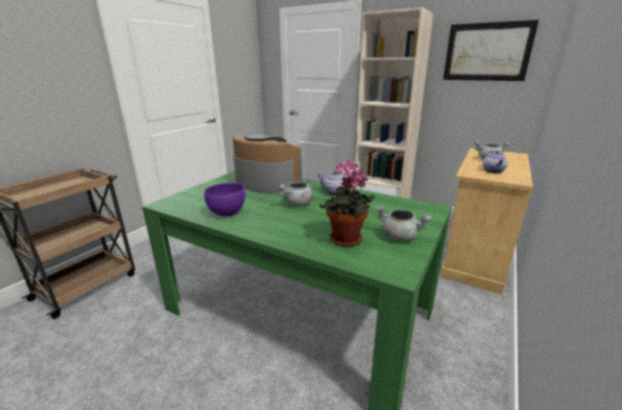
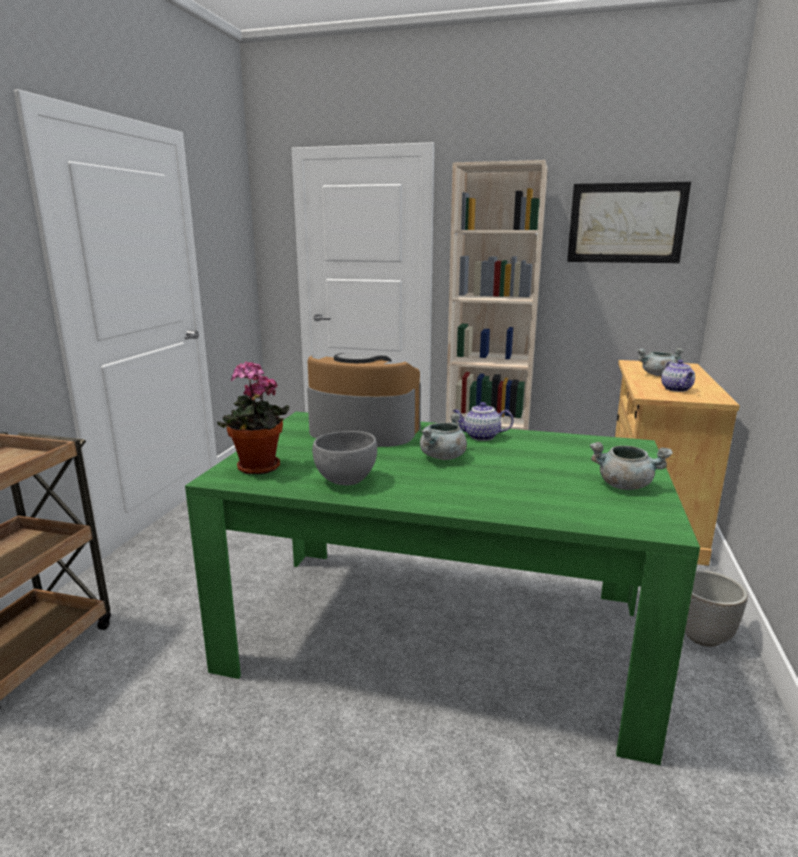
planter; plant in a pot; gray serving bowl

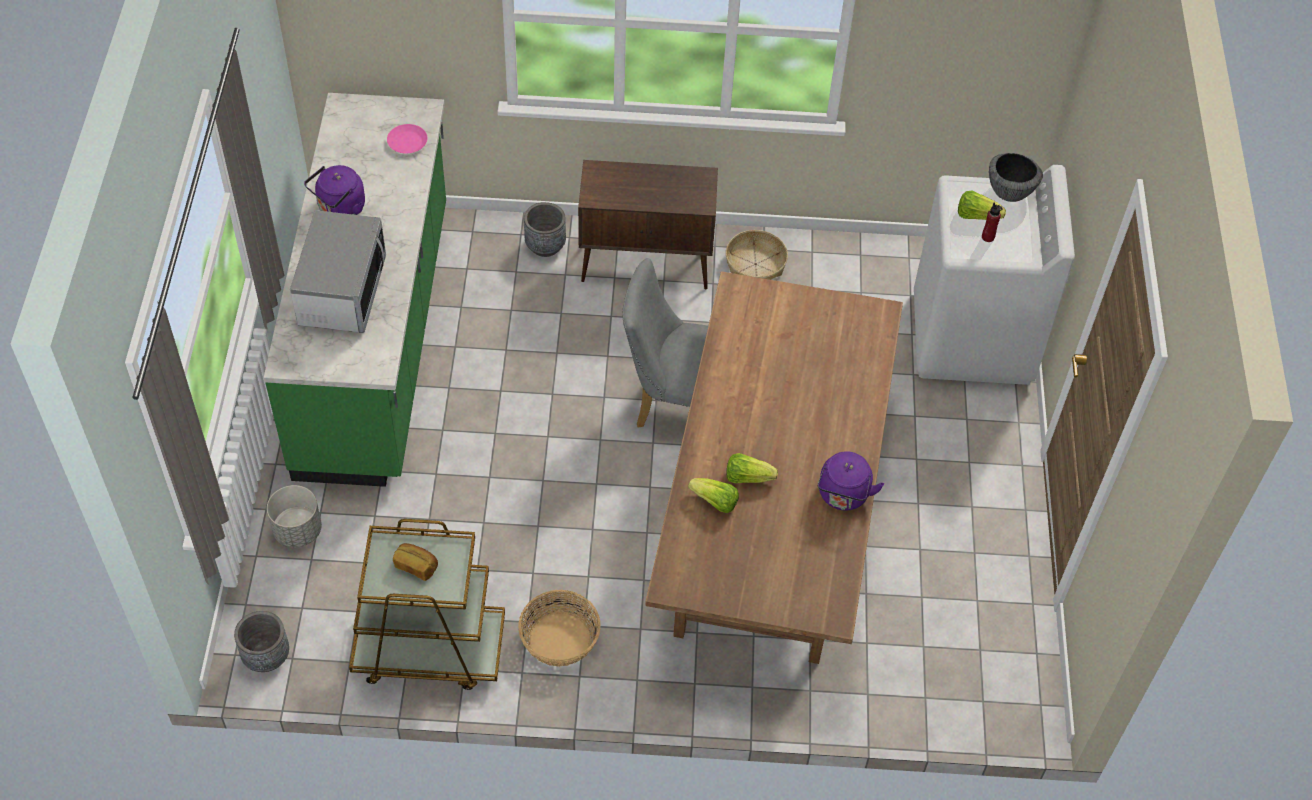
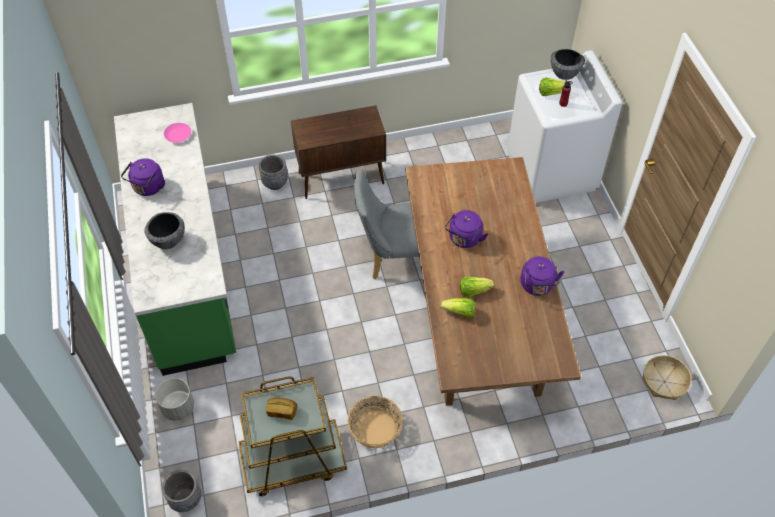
purple kettle (no. 2 from left); basket (no. 2 from left); serving bowl (no. 1 from left)

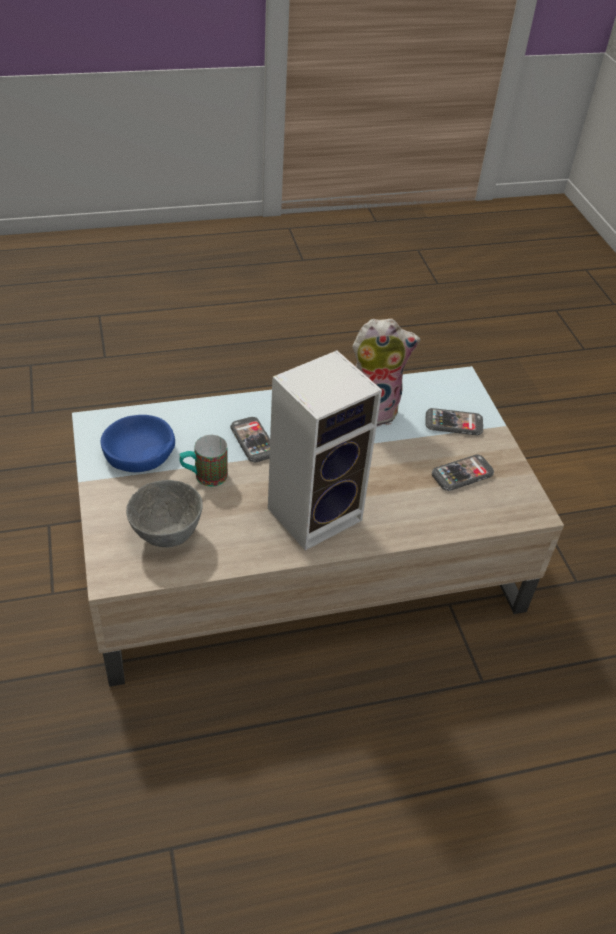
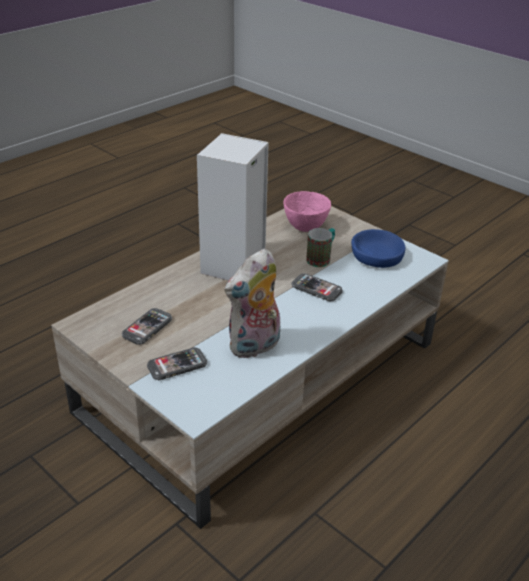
pink serving bowl

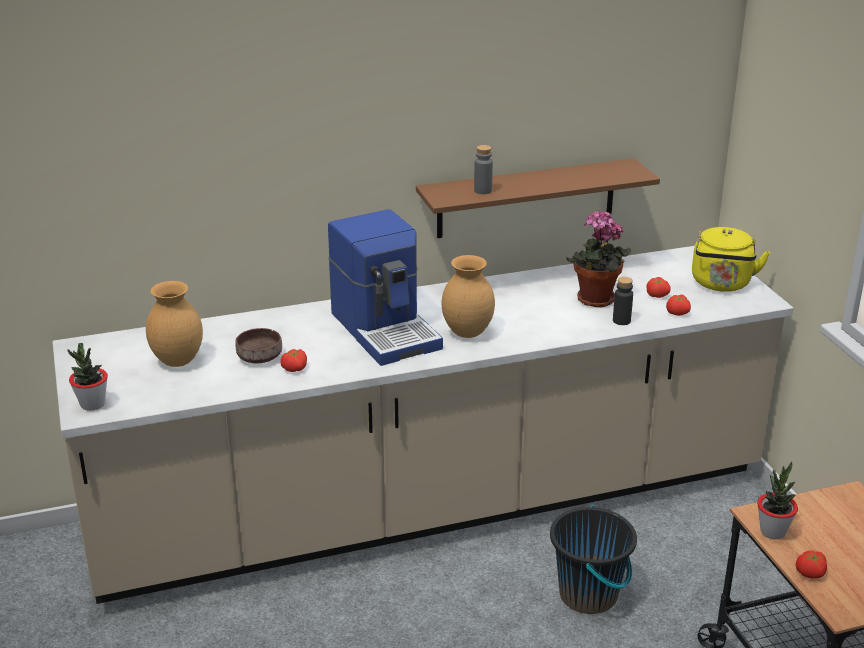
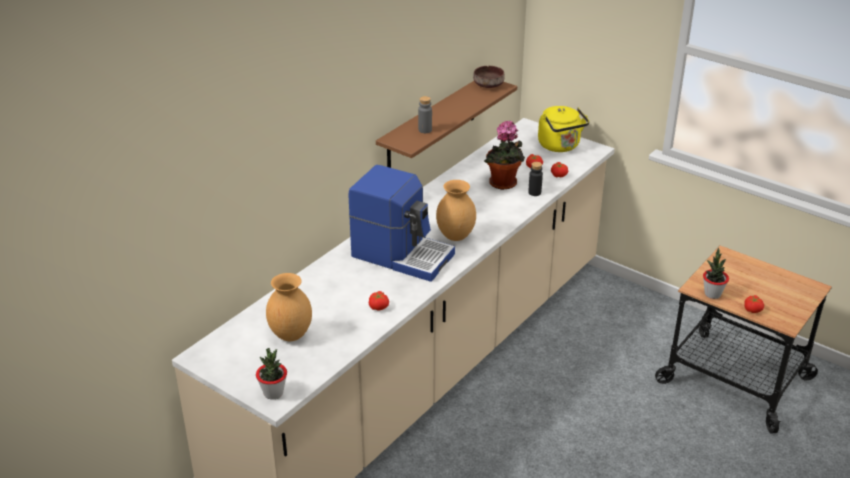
blackish water bucket; brown serving bowl

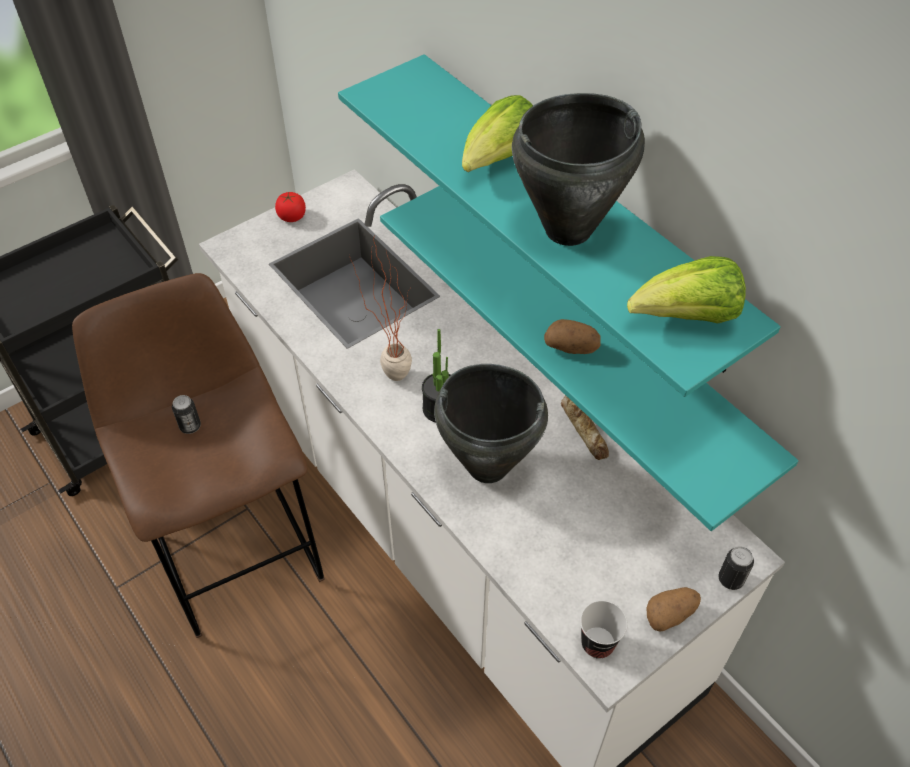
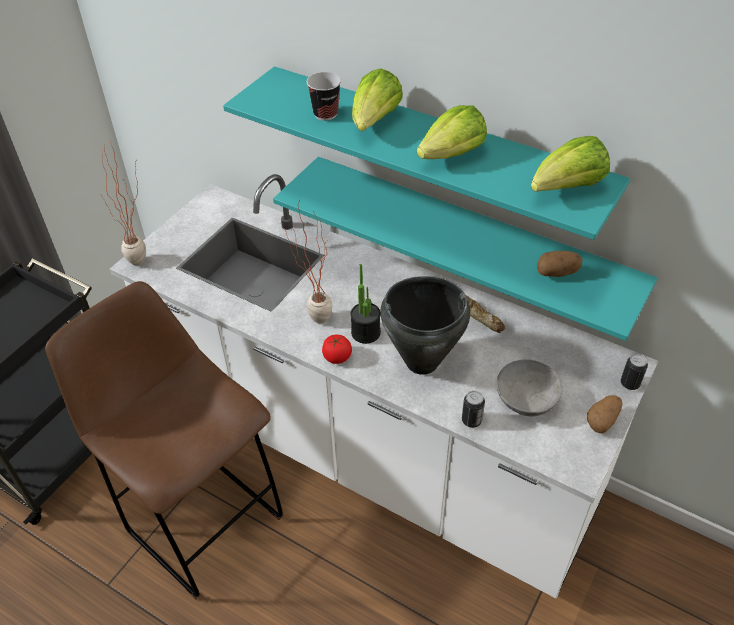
plant in a pot (no. 1 from left); gray serving bowl; sealed can (no. 1 from left); tomato; spud (no. 1 from left); cup; head of lettuce (no. 2 from left)

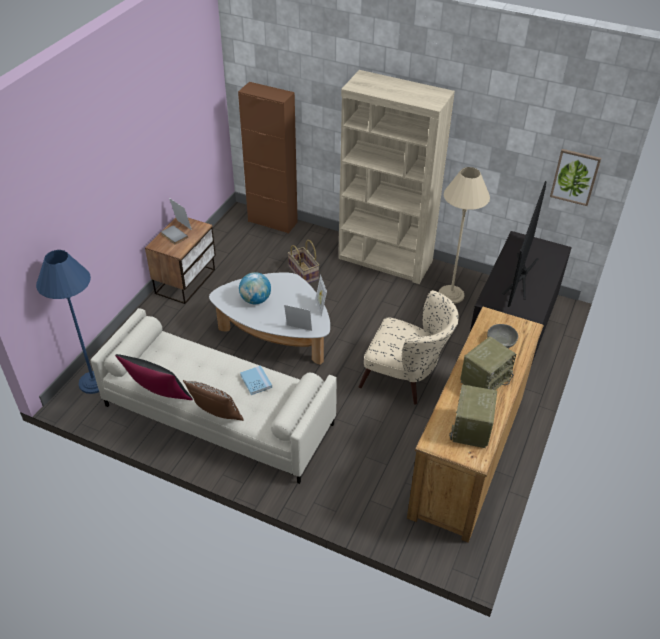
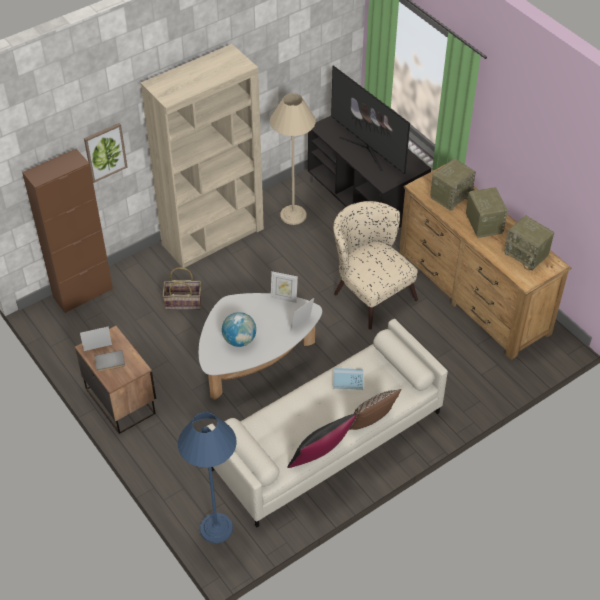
wall art; radio (no. 1 from left); beige-coloured armchair

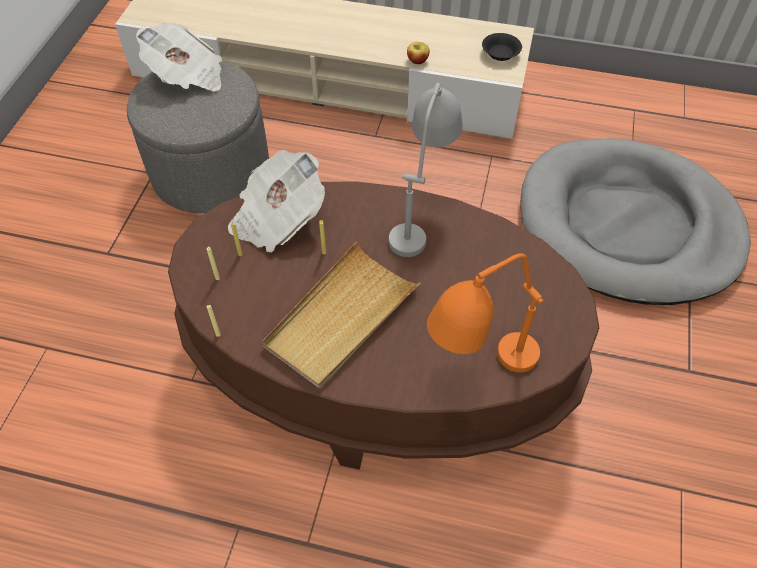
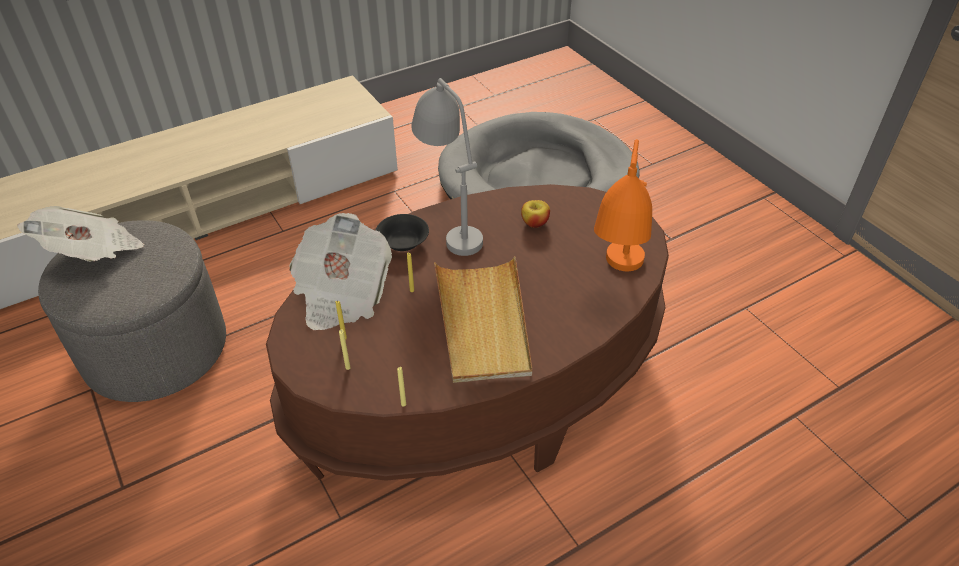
whole apple; blackish serving bowl

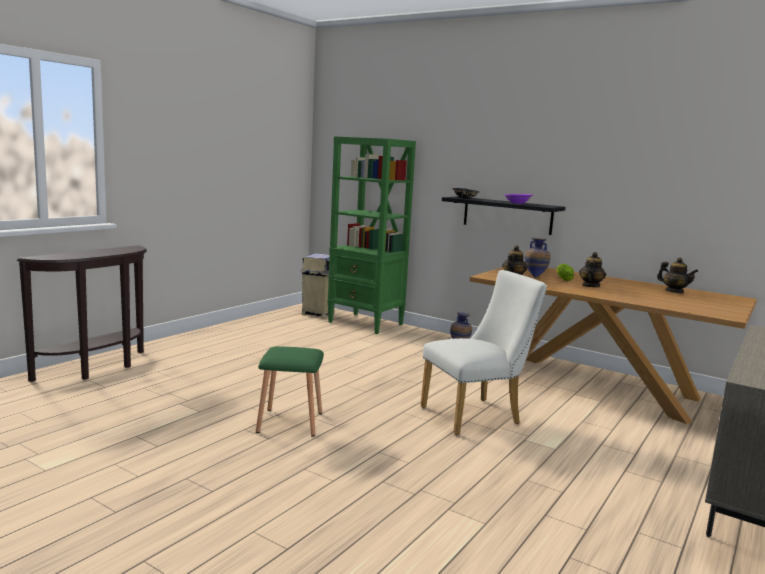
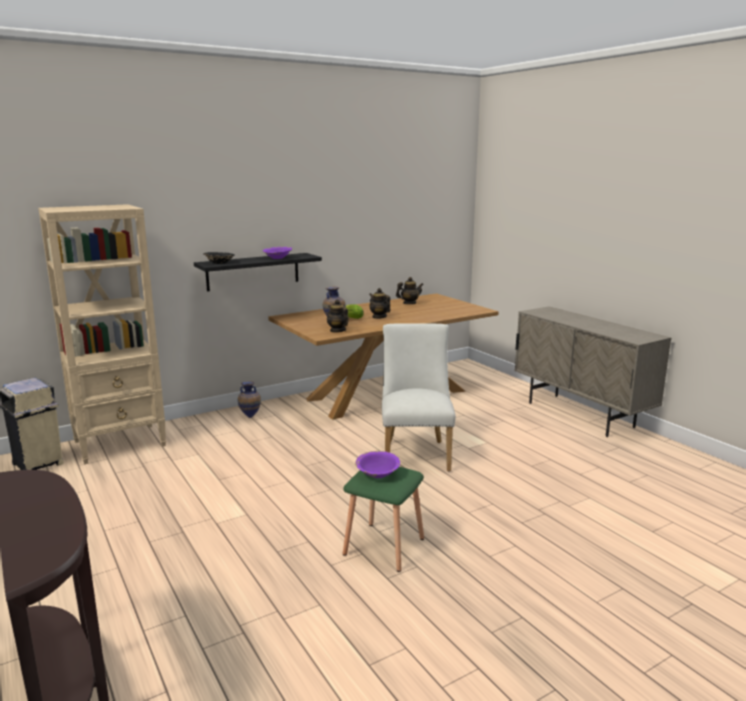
purple serving bowl (no. 2 from left); beige-coloured bookshelf

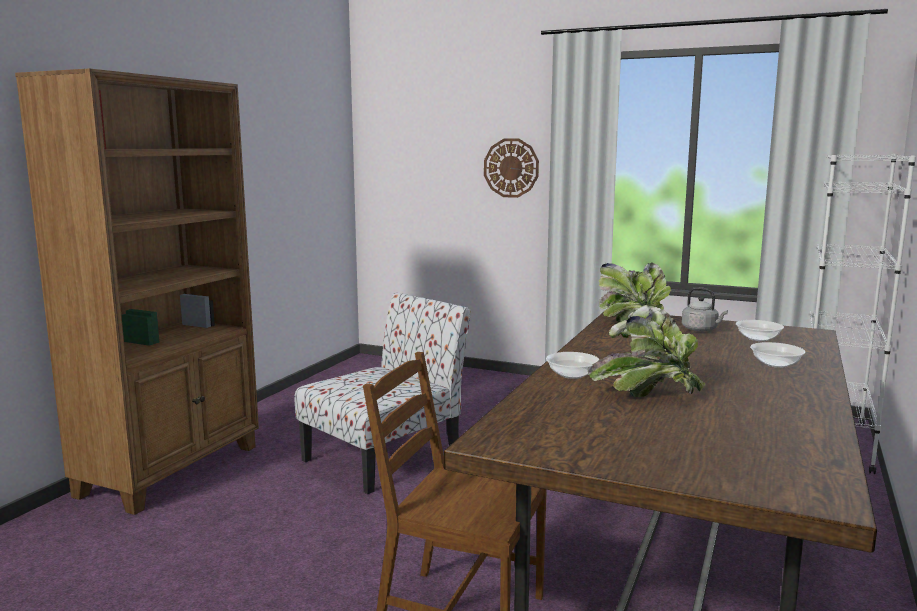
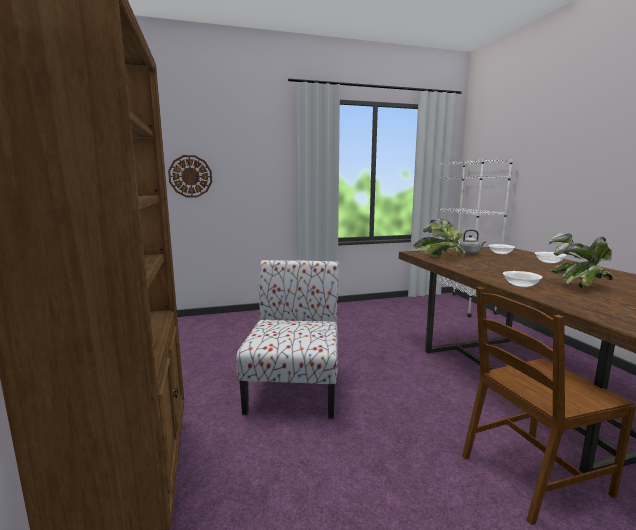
clock on the wall

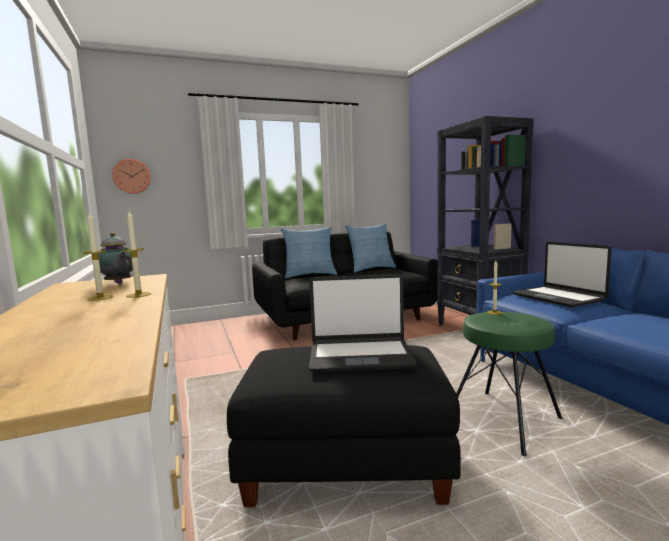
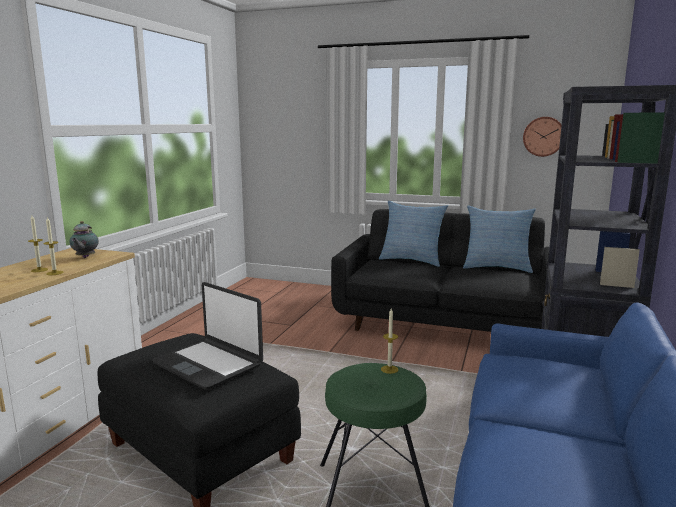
notebook computer (no. 2 from left in the first image); clock on the wall

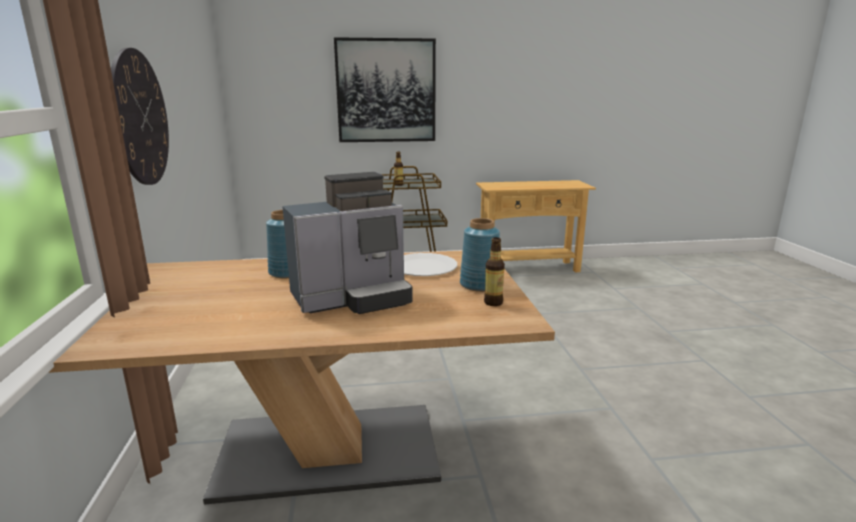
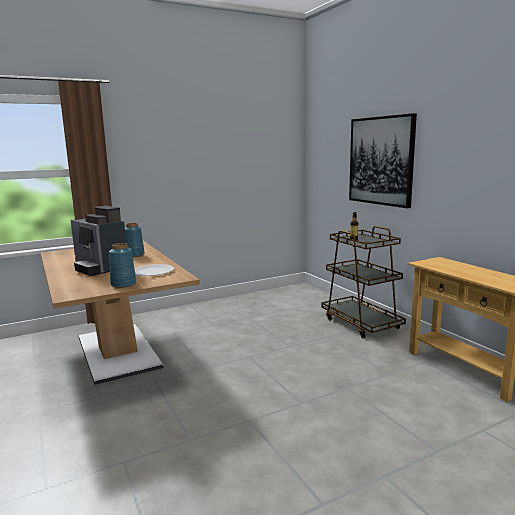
clock on the wall; bottle (no. 2 from left in the first image)

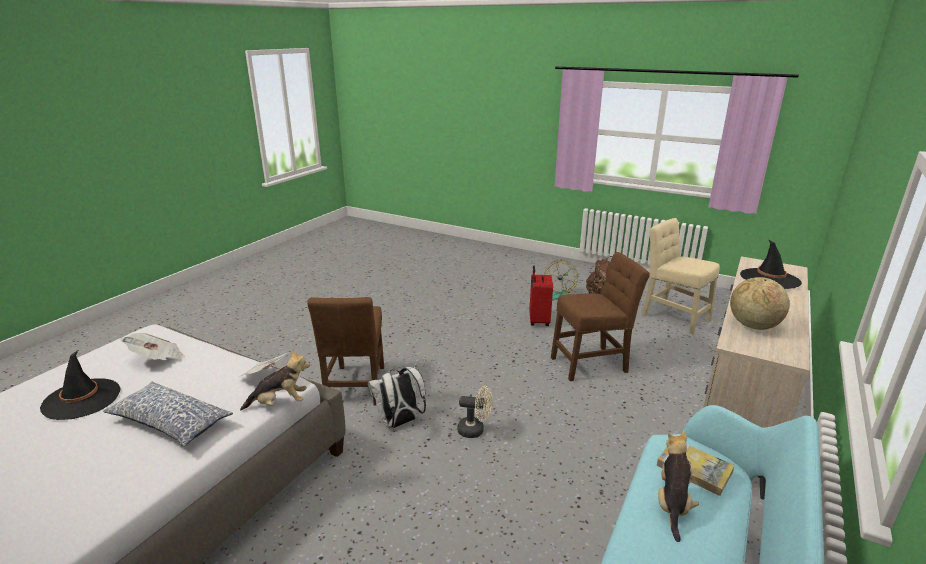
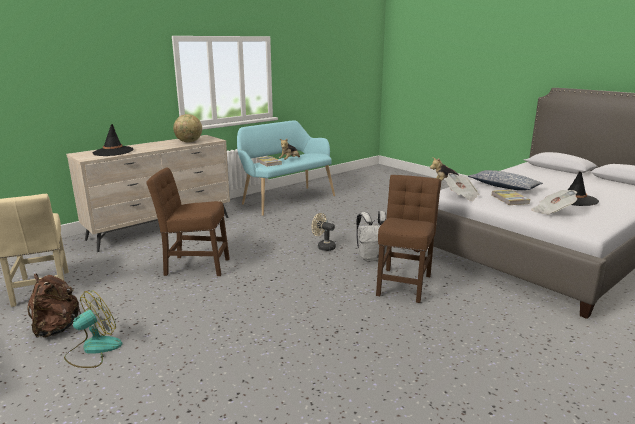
red-coloured suitcase; volume (no. 2 from left)

